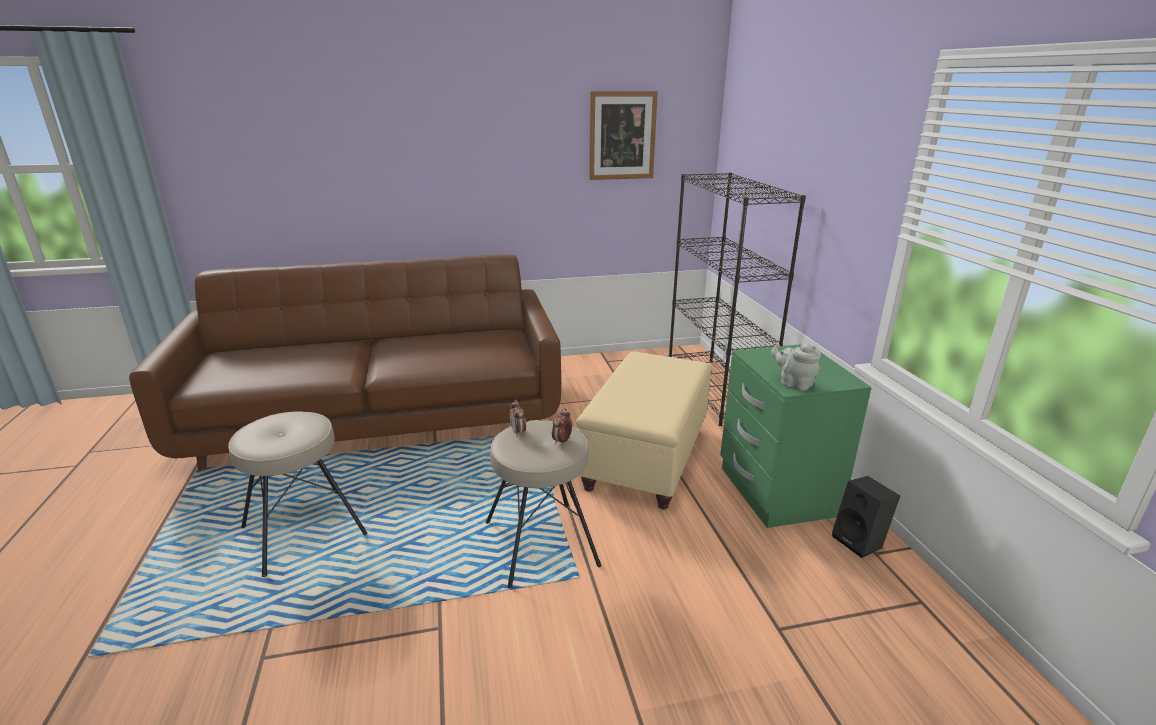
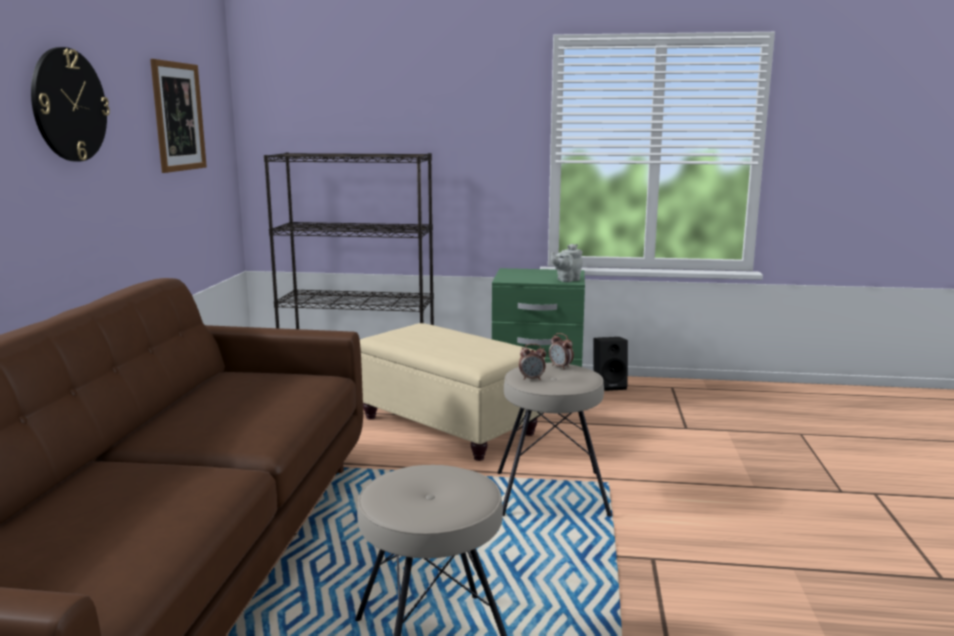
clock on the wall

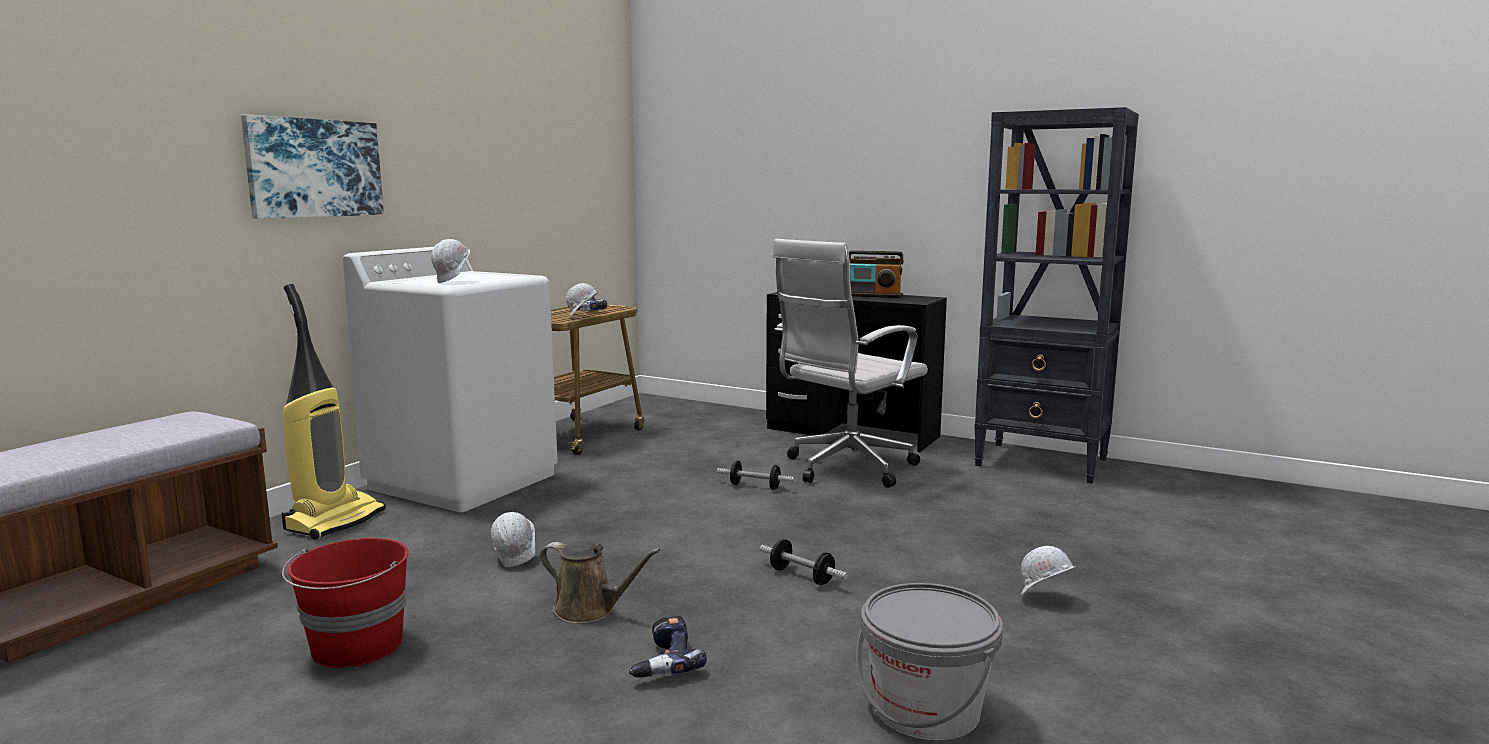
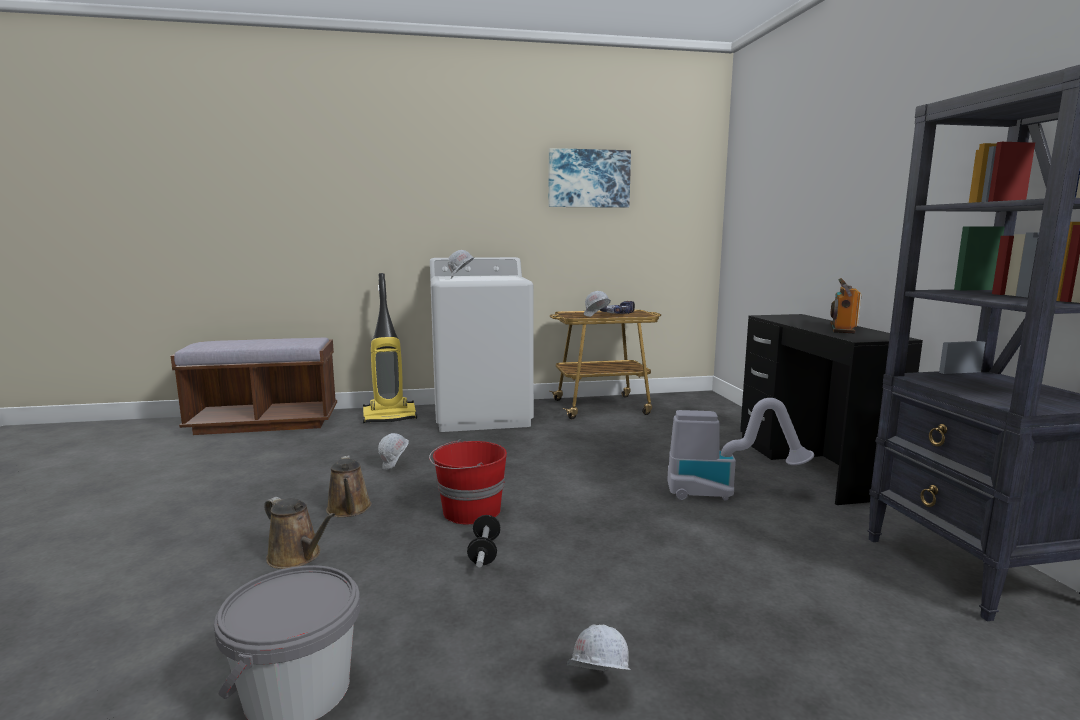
hand weight (no. 1 from left in the first image); wall art; red-coloured water bucket; brown watering pot (no. 1 from left); vacuum (no. 2 from left); radio

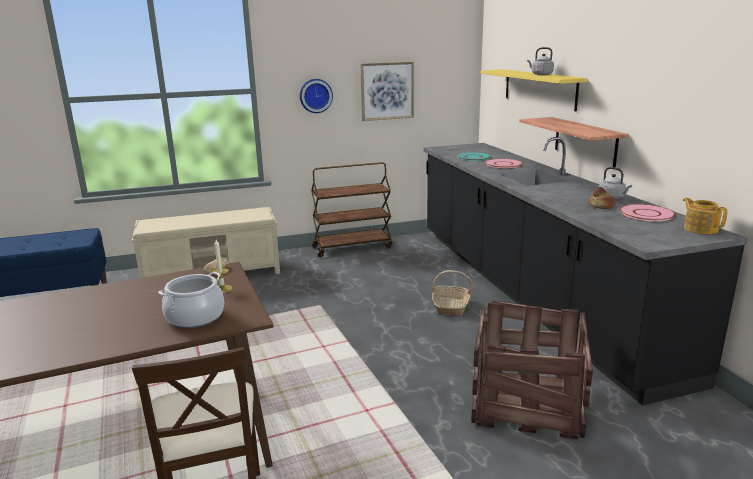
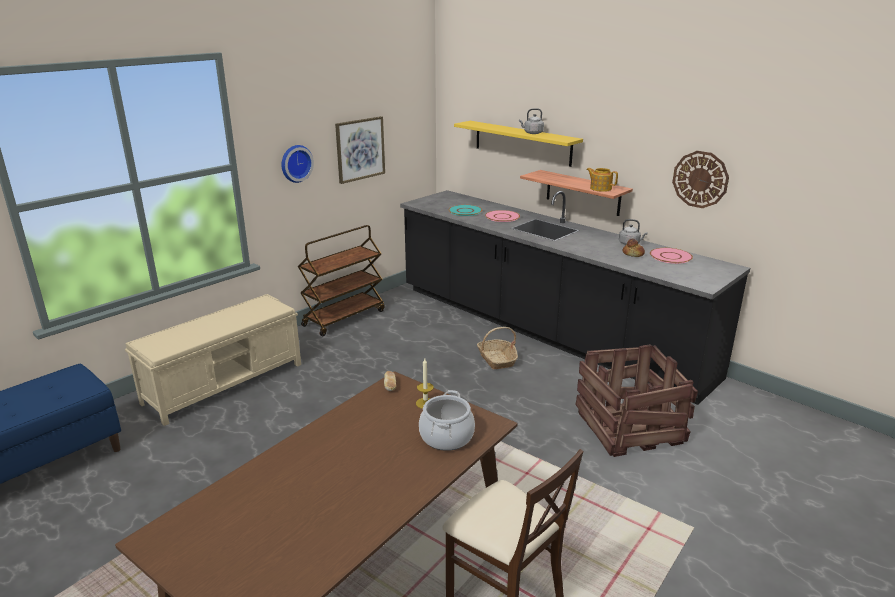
clock on the wall (no. 2 from left); tea pot

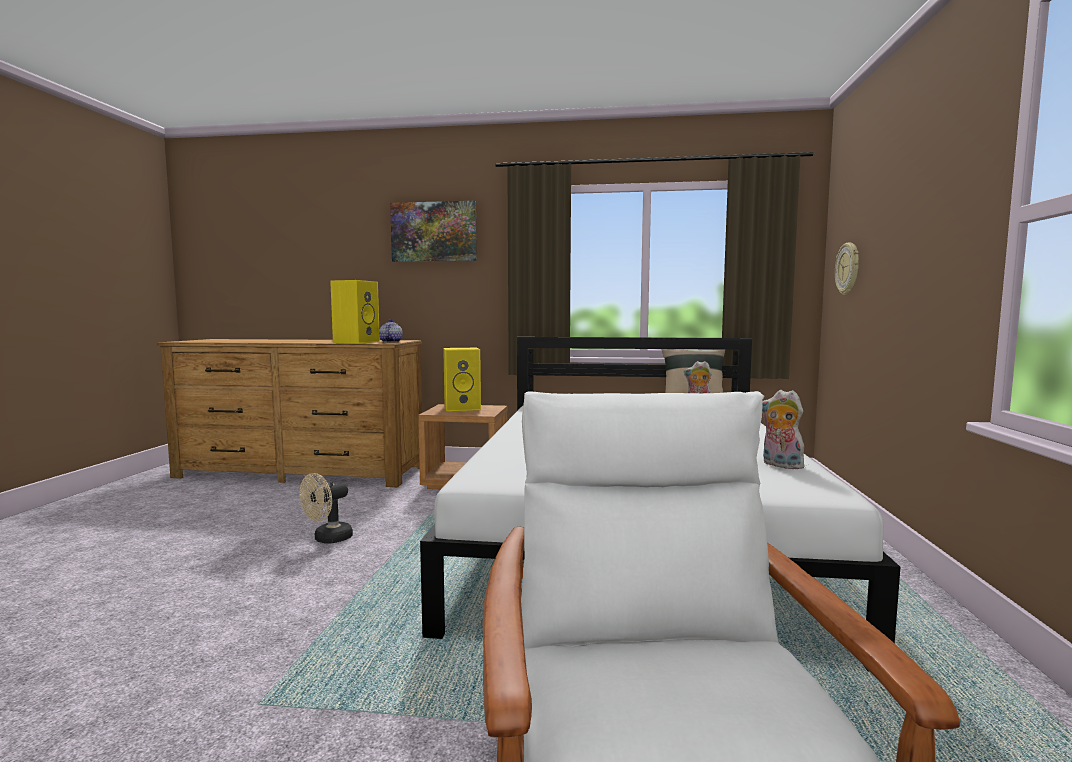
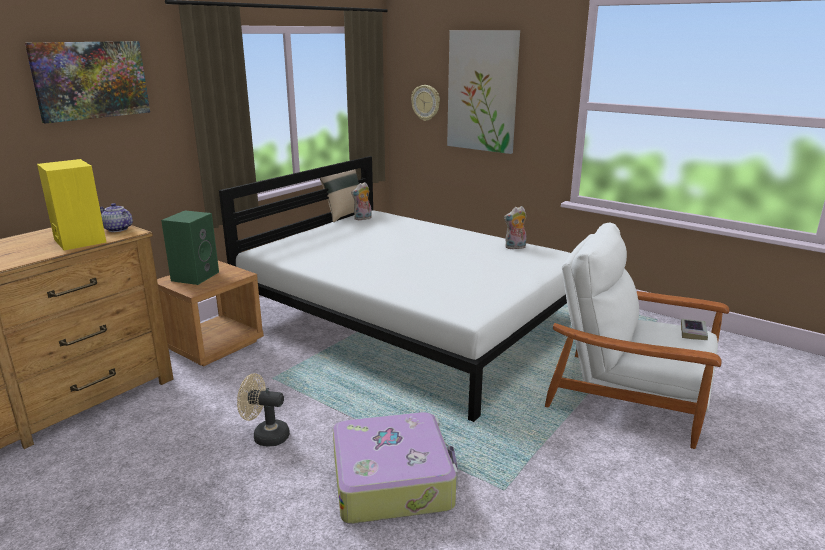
suitcase; wall art (no. 2 from left); volume; green-coloured audio speaker; beige-coloured fan

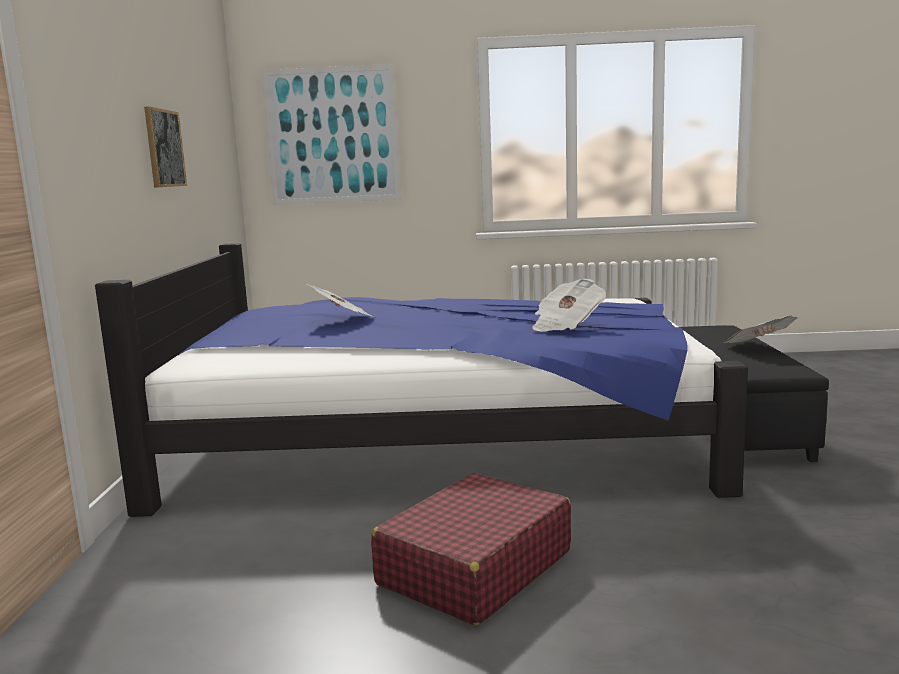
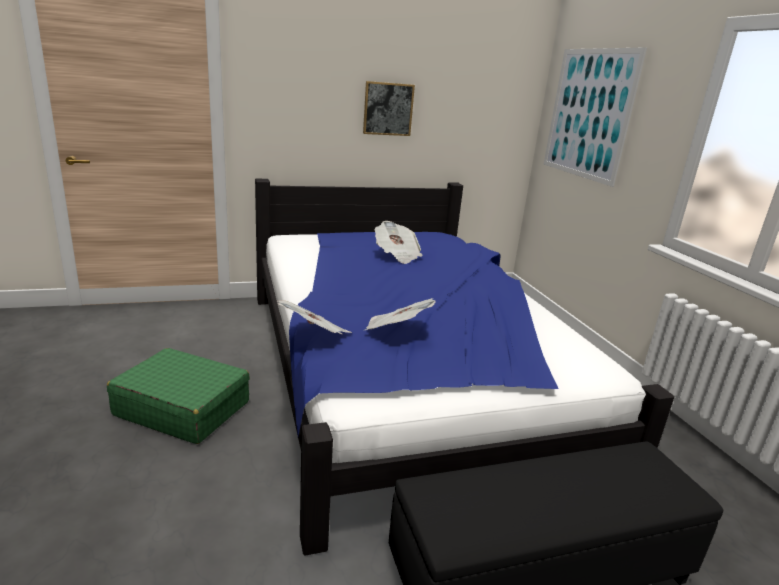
newspaper (no. 1 from left); green-coloured suitcase

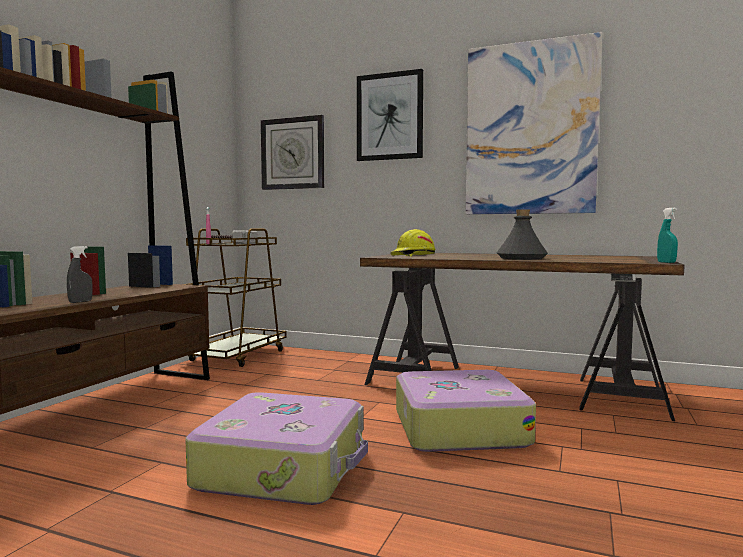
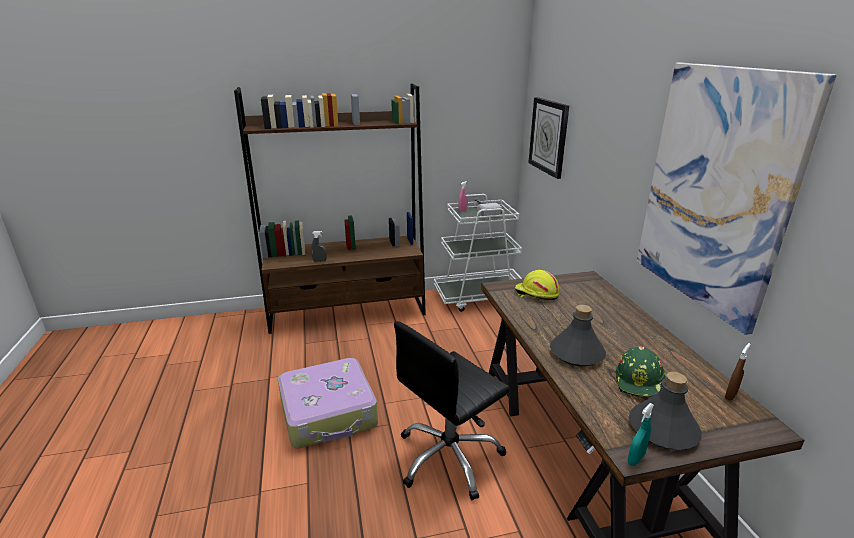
wall art (no. 1 from left in the first image); green-coloured work helmet; gray bottle (no. 2 from left); brown hand sprayer; blackish computer chair; white-coloured wheeled cart

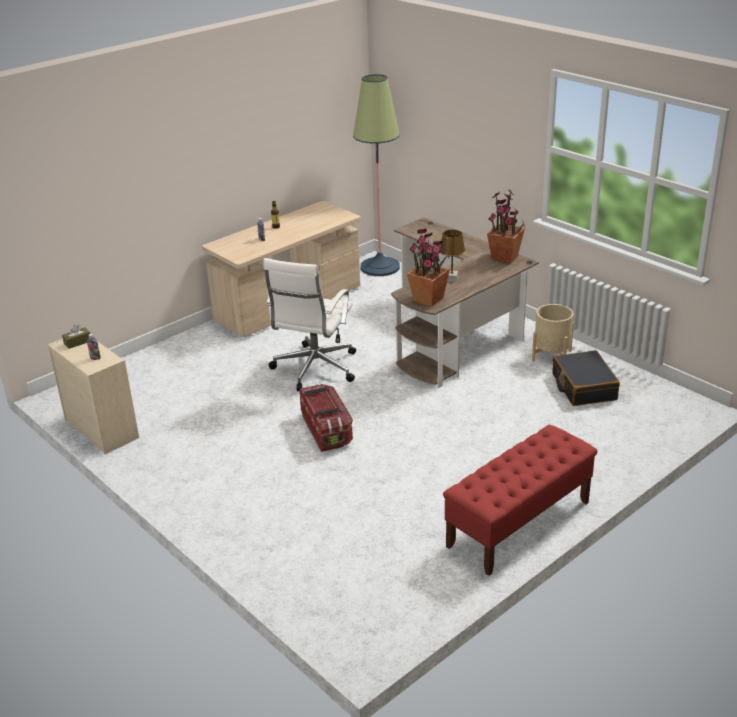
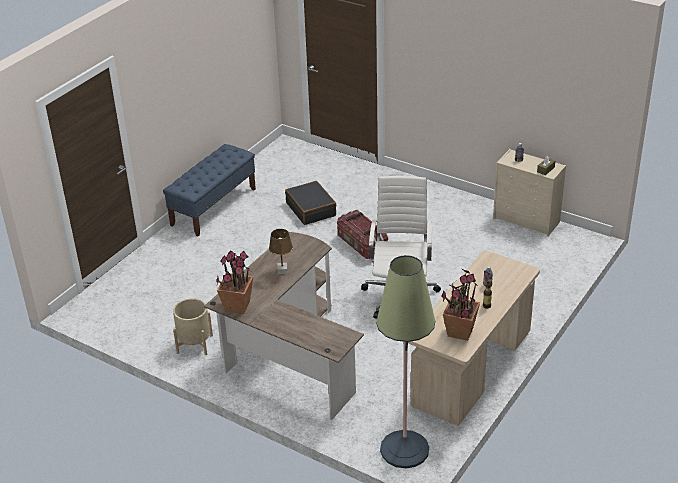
plant in a pot (no. 2 from left); blackish suitcase; bluish bench

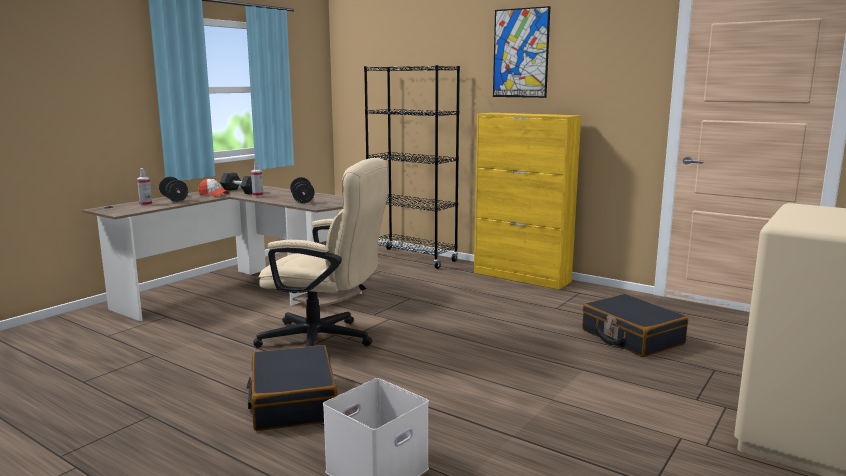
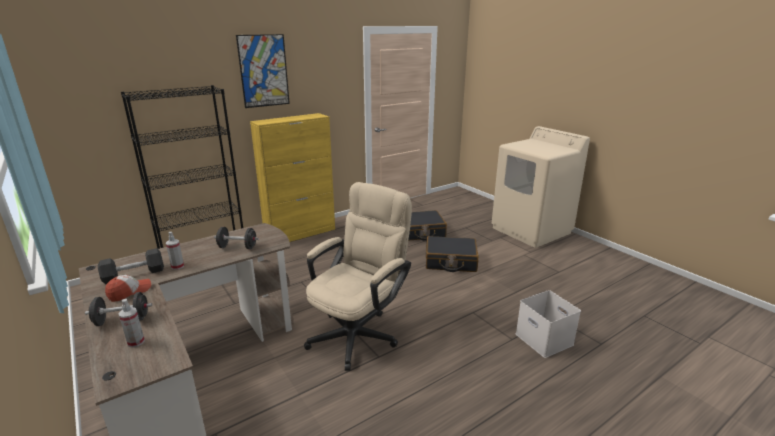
blackish suitcase (no. 2 from left)

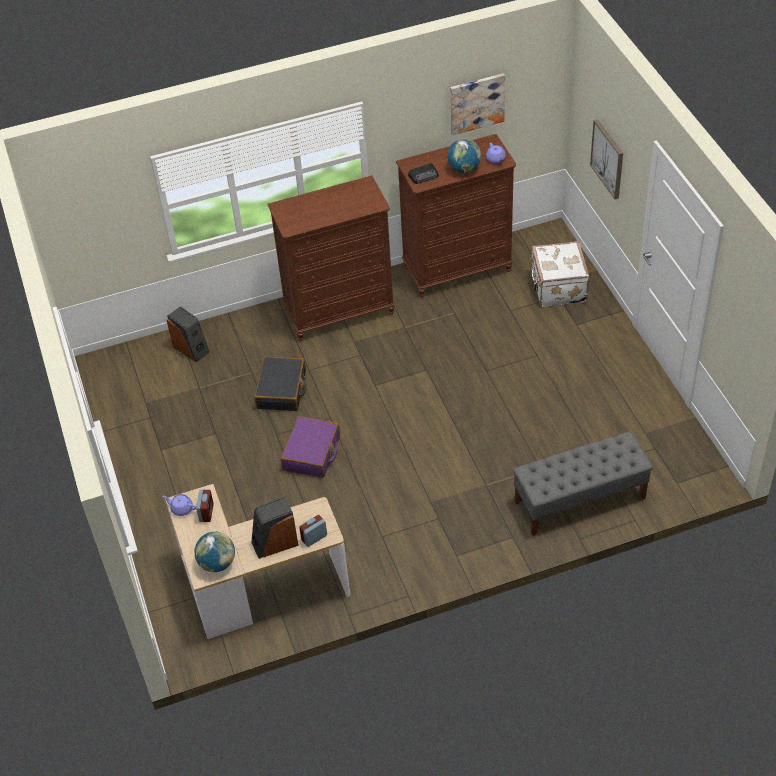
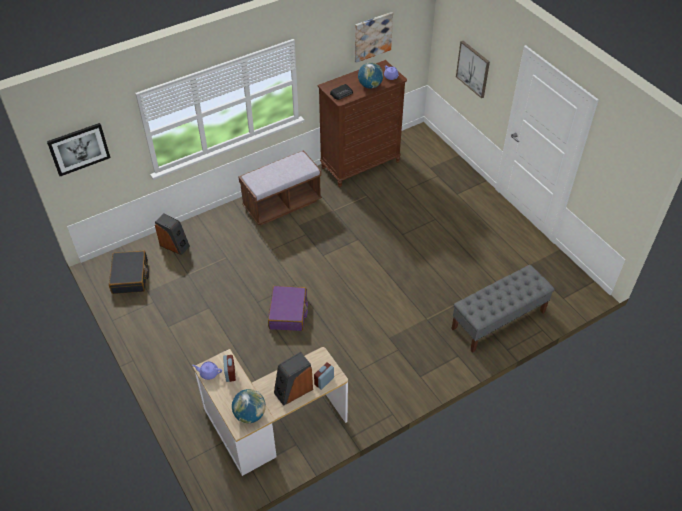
white-coloured suitcase; wall art (no. 1 from left); blackish suitcase; brown bench

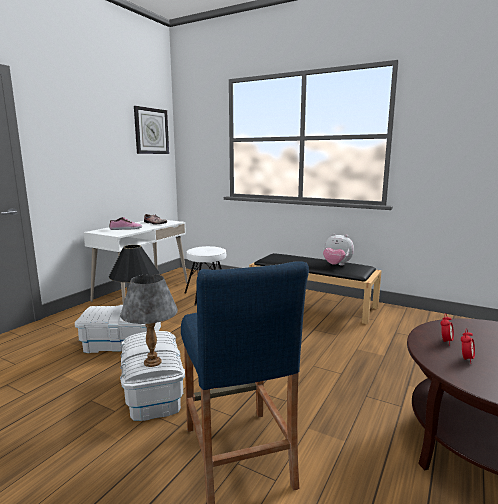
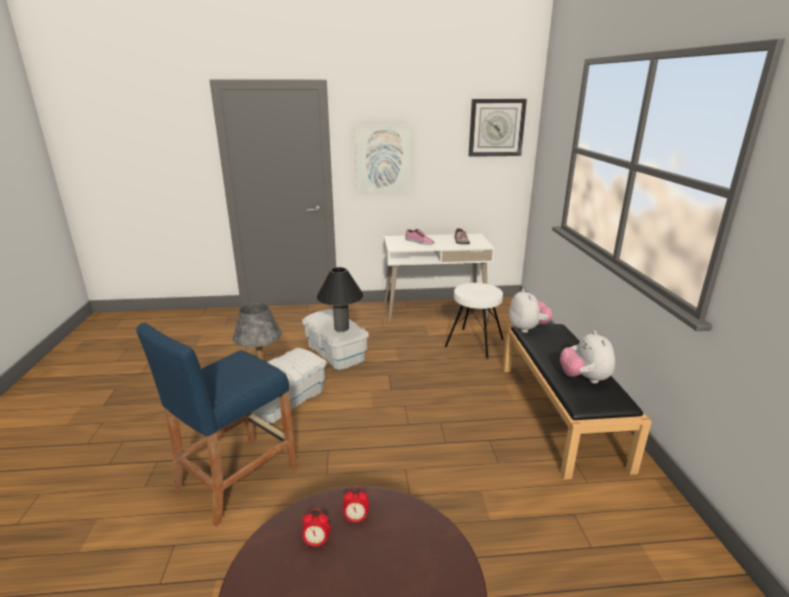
wall art; soft toy (no. 1 from left)

